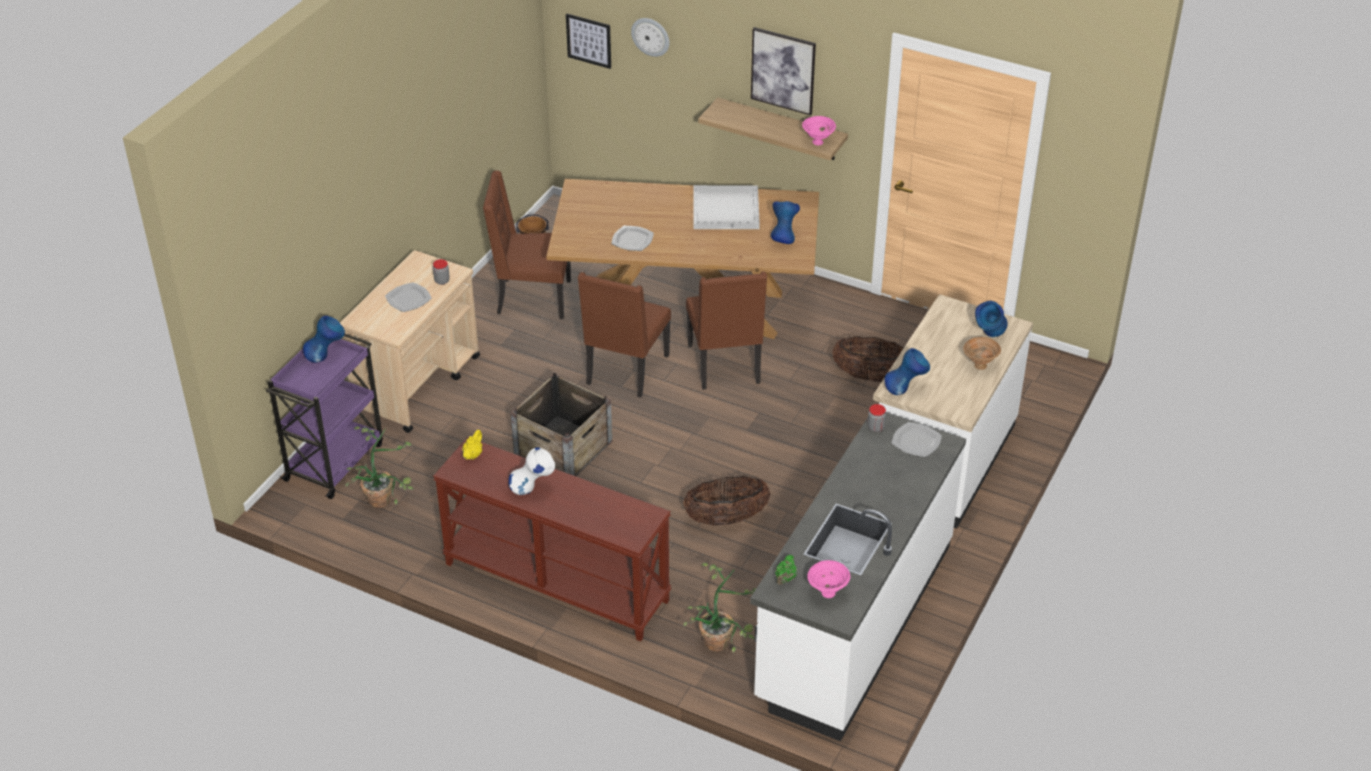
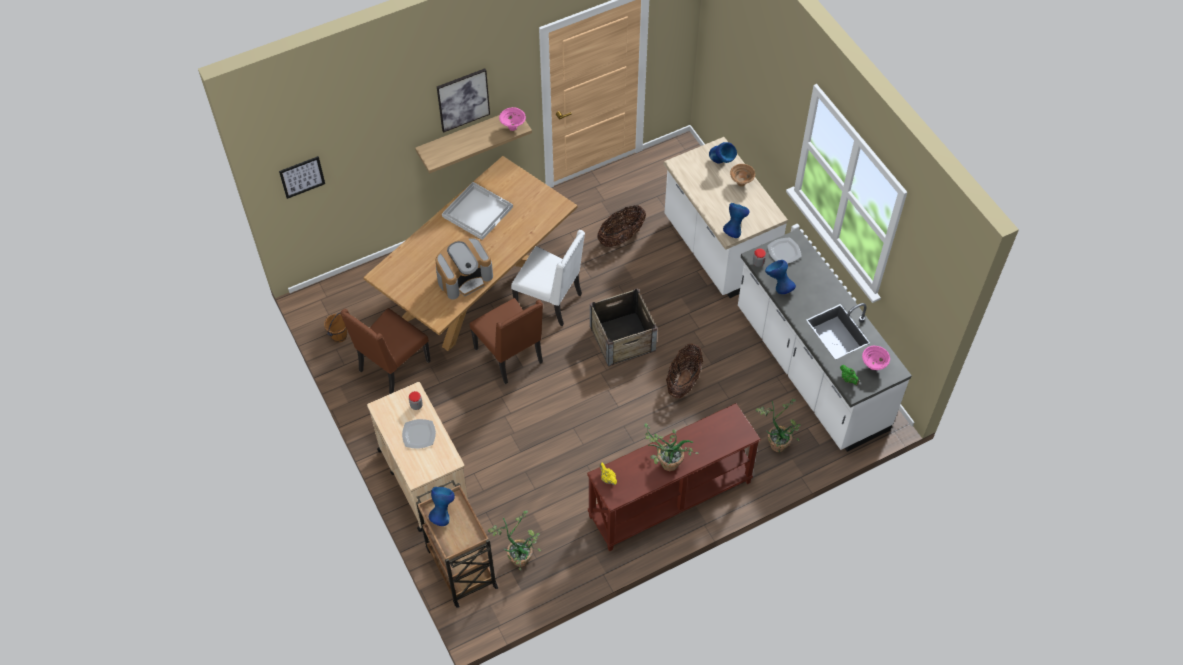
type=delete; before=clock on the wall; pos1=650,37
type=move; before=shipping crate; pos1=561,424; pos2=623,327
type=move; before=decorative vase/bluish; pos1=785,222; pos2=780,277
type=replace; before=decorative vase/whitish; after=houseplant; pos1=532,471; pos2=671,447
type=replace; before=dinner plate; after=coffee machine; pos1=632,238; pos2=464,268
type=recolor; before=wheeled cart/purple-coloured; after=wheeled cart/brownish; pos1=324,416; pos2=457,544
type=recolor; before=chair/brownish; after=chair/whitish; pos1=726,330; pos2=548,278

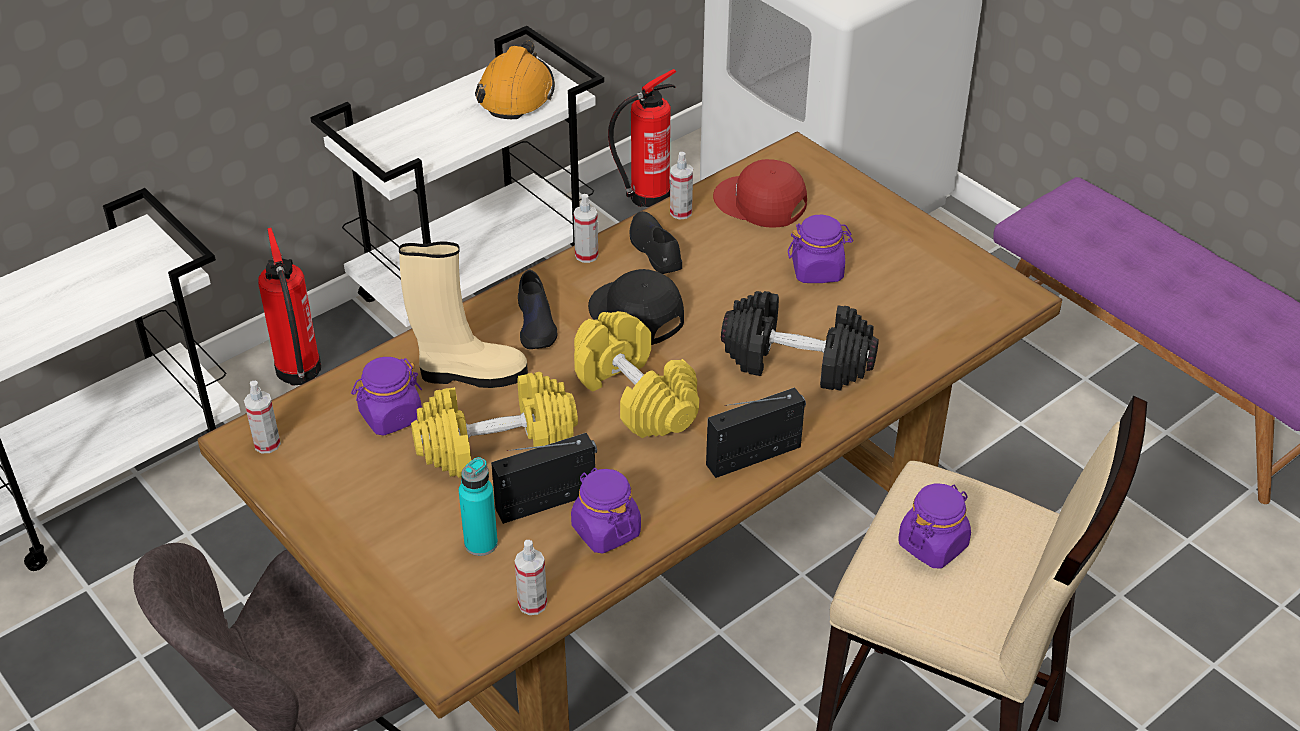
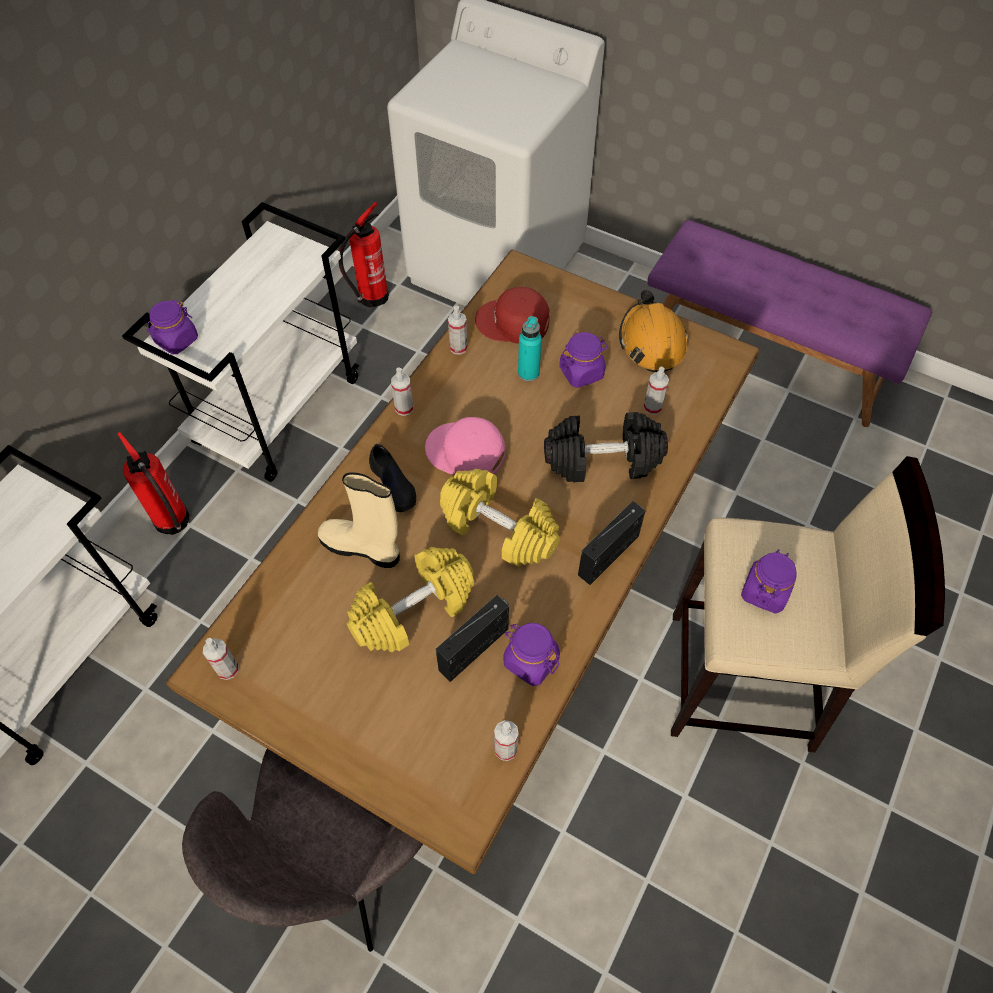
type=delete; before=item of footwear/blackish; pos1=656,242
type=insert; after=sprayer; pos2=656,391
type=move; before=storage jar/purple-coloured; pos1=386,396; pos2=172,327
type=move; before=bottle/turquoise-coloured; pos1=478,506; pos2=530,348
type=move; before=safety helmet/orange; pos1=515,79; pos2=654,330
type=recolor; before=cap/blackish; after=cap/pinkish; pos1=636,307; pos2=465,446
type=rotate; before=boot/sand-coloured; pos1=463,315; pos2=358,520; turn=-135

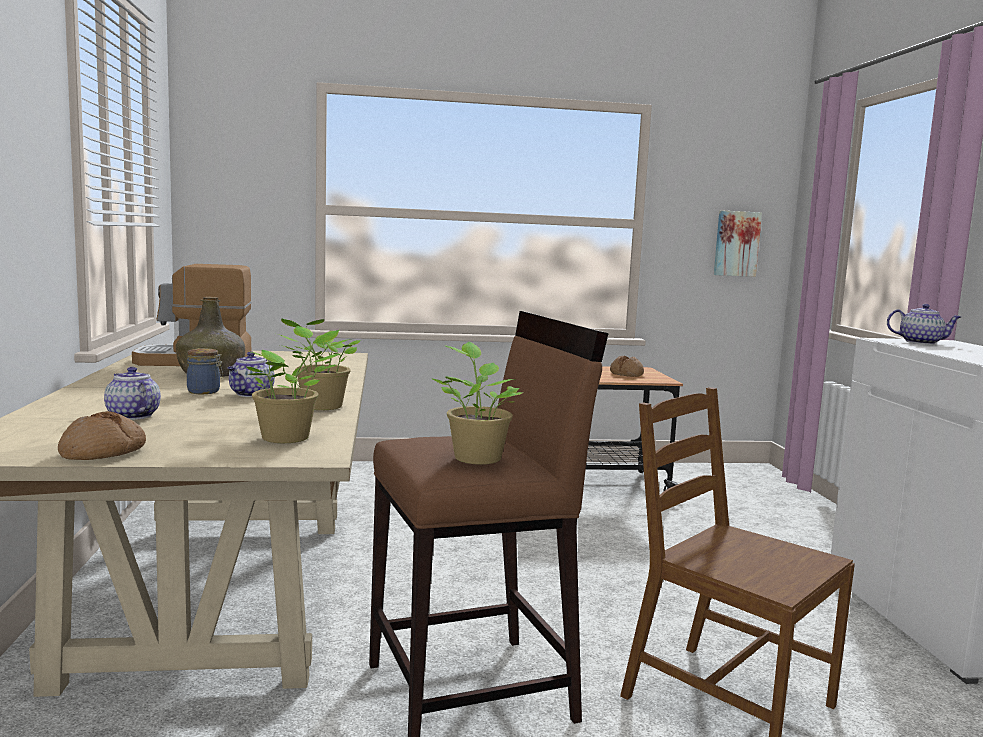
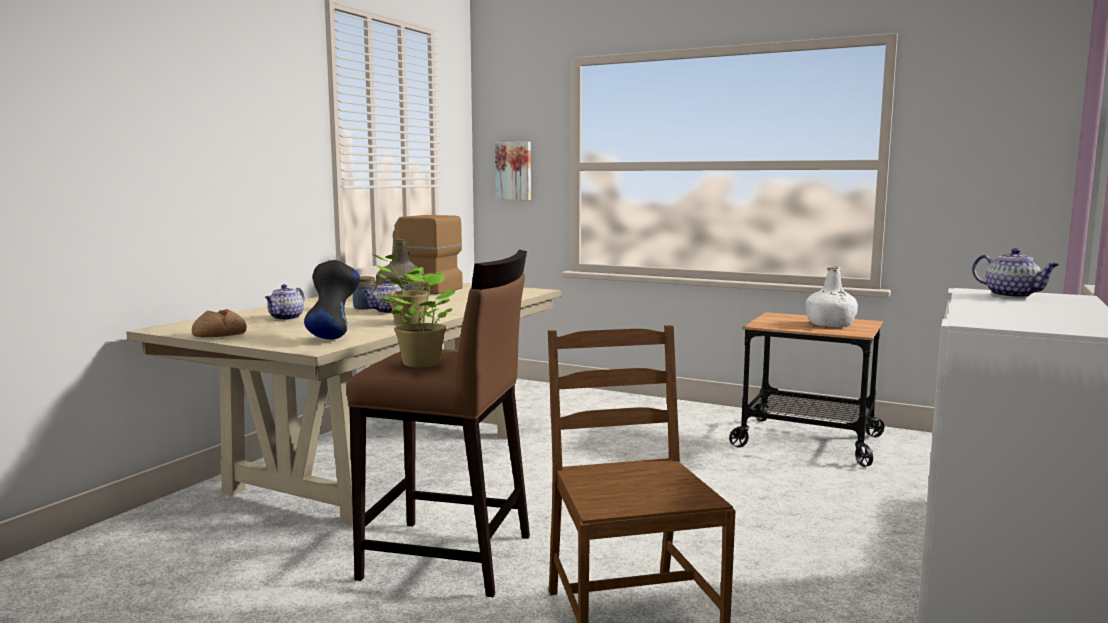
type=move; before=wall art; pos1=738,244; pos2=513,171
type=replace; before=houseplant; after=decorative vase/blackish; pos1=293,384; pos2=332,299
type=replace; before=baked bread; after=bottle/whitish; pos1=627,366; pos2=831,296
type=rotate; before=teapot; pos1=132,393; pos2=284,302; turn=-150

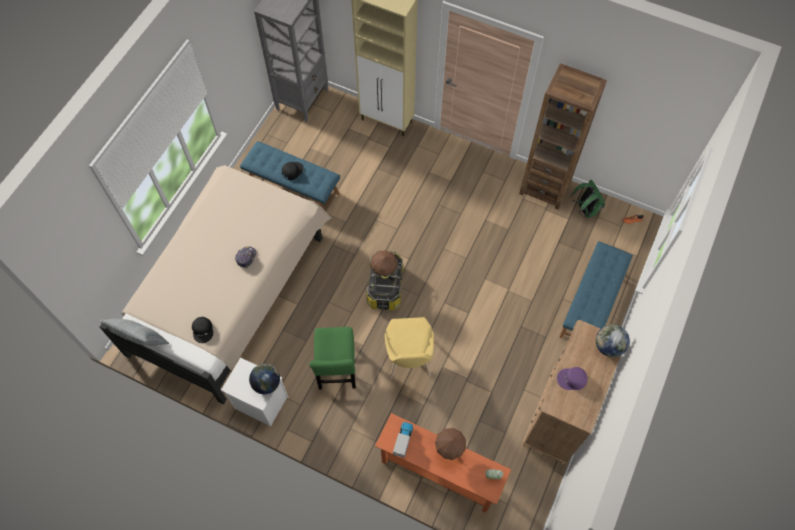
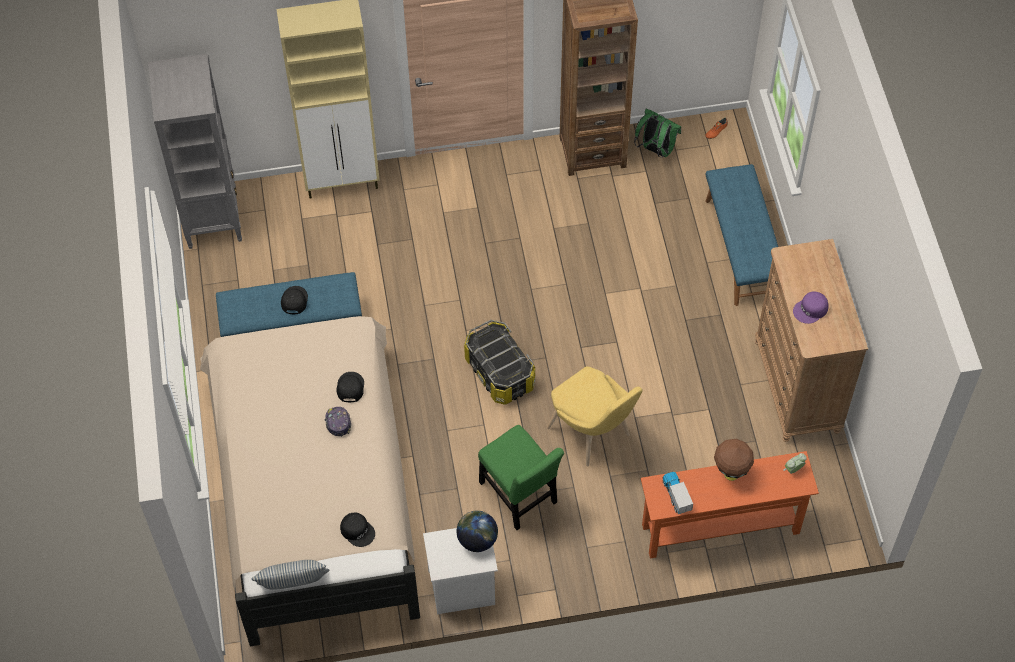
type=delete; before=table lamp/brownish; pos1=384,264
type=delete; before=world globe; pos1=613,340
type=insert; after=cap/blackish; pos2=350,387

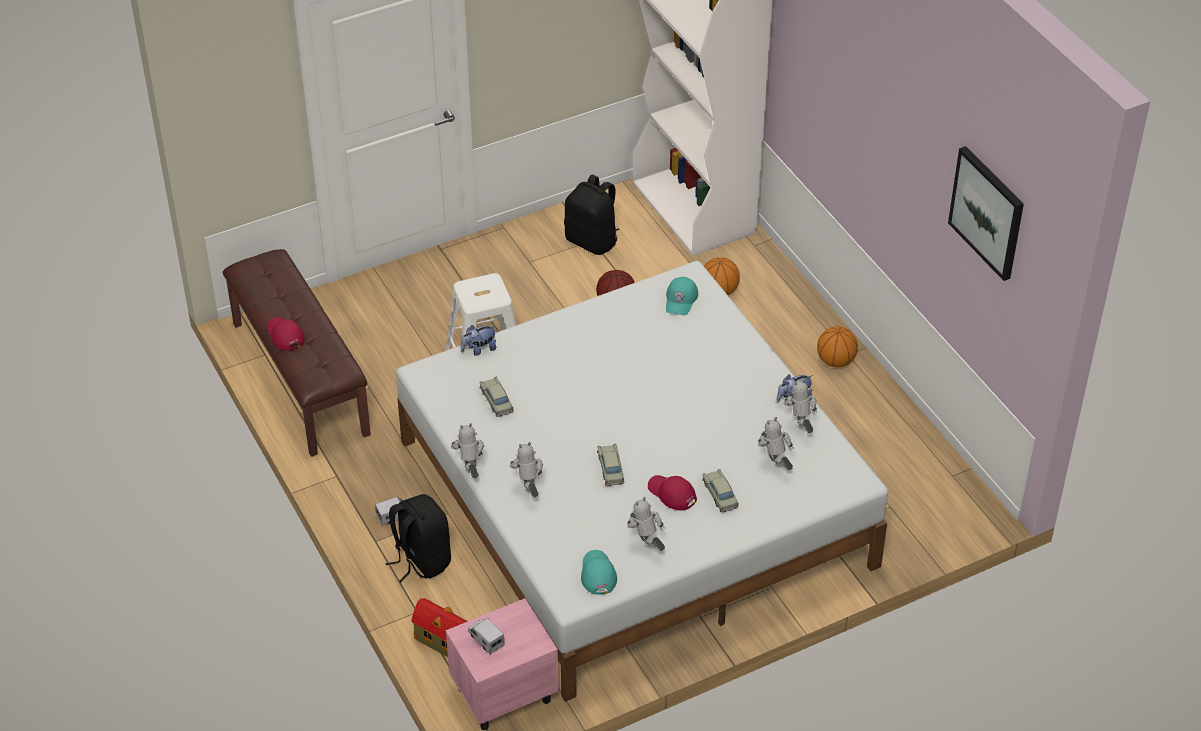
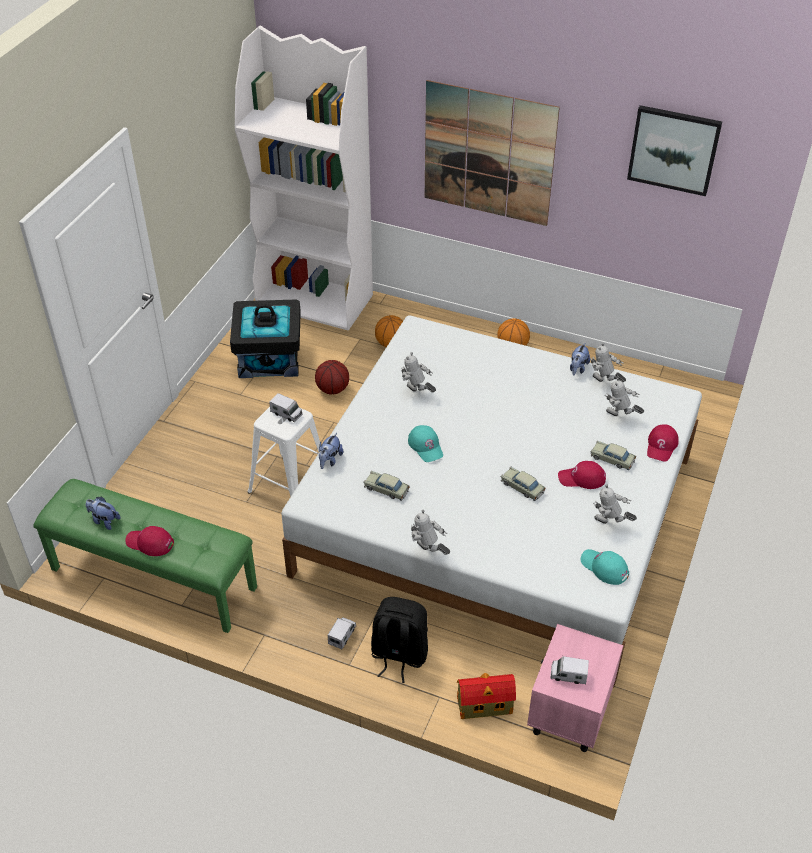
type=insert; after=cuddly toy; pos2=103,513
type=insert; after=toy truck; pos2=286,407
type=insert; after=wall art; pos2=492,153
type=insert; after=cap/red-coloured; pos2=663,443
type=move; before=toy robot; pos1=526,469; pos2=418,372
type=move; before=cap/turquoise-coloured; pos1=682,296; pos2=425,443
type=replace; before=backpack/blackish; after=storage container/blackish; pos1=592,214; pos2=265,338
type=recolor; before=long seat/brownish; after=long seat/green; pos1=297,353; pos2=145,556

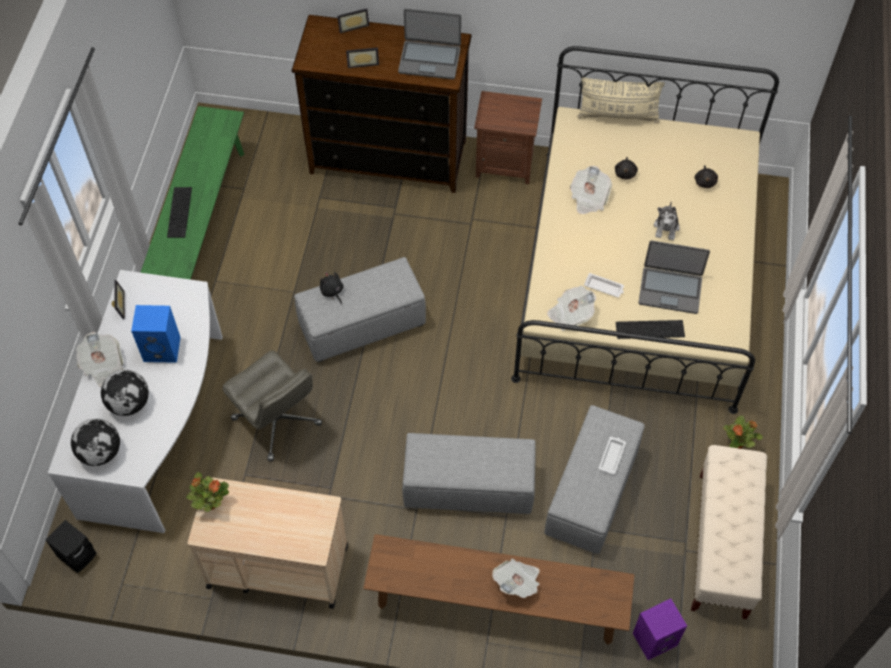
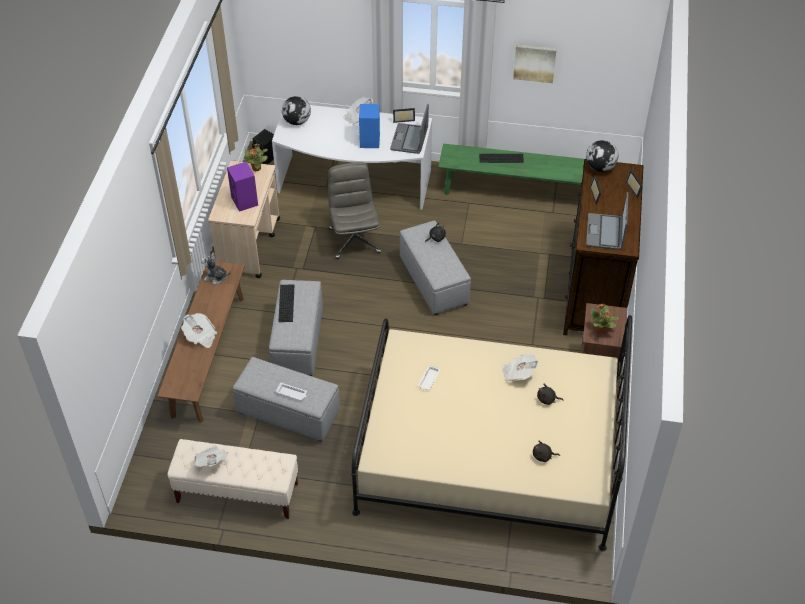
type=delete; before=cushion/sand-coloured; pos1=621,100
type=insert; after=wall art; pos2=535,64
type=move; before=world globe; pos1=125,393; pos2=602,156
type=move; before=printed paper; pos1=572,308; pos2=210,456
type=move; before=PC keyboard; pos1=650,329; pos2=286,303
type=move; before=audio speaker/purple-coloured; pos1=660,629; pos2=242,187
type=move; before=notebook computer; pos1=674,277; pos2=409,129
type=move; before=cuddly toy; pos1=667,220; pos2=215,268
type=move; before=houseplant; pos1=743,432; pos2=605,318
type=rotate; before=office chair/gray; pos1=272,406; pos2=354,210; turn=120

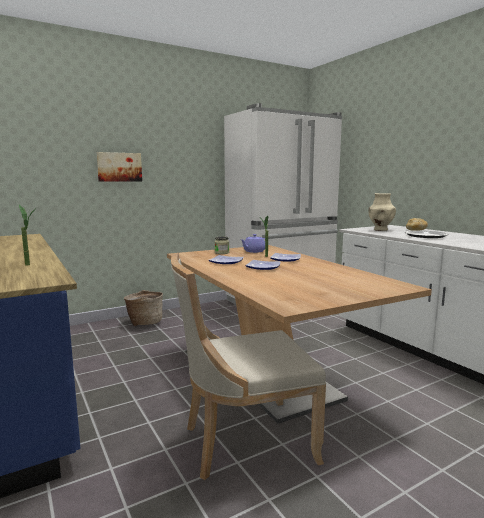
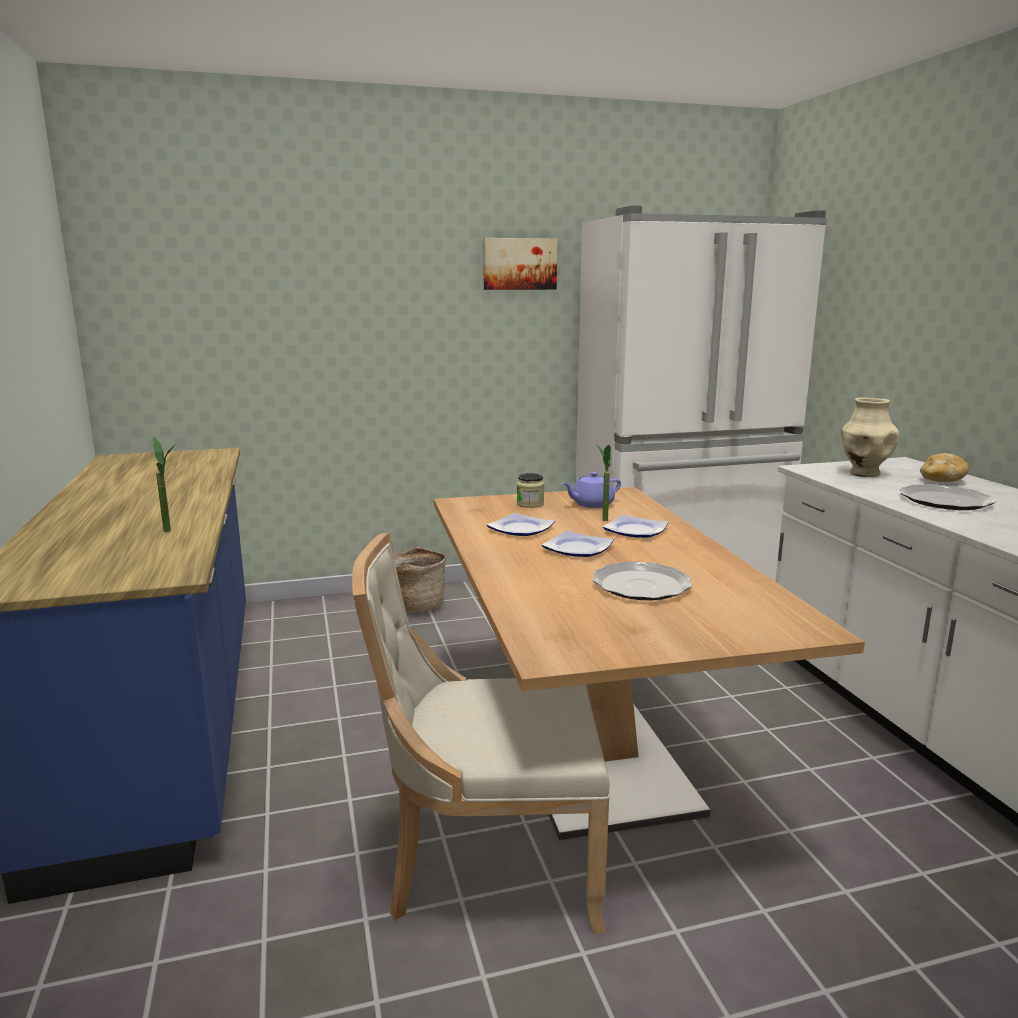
type=insert; after=dinner plate; pos2=642,580
type=move; before=wall art; pos1=119,167; pos2=520,264

